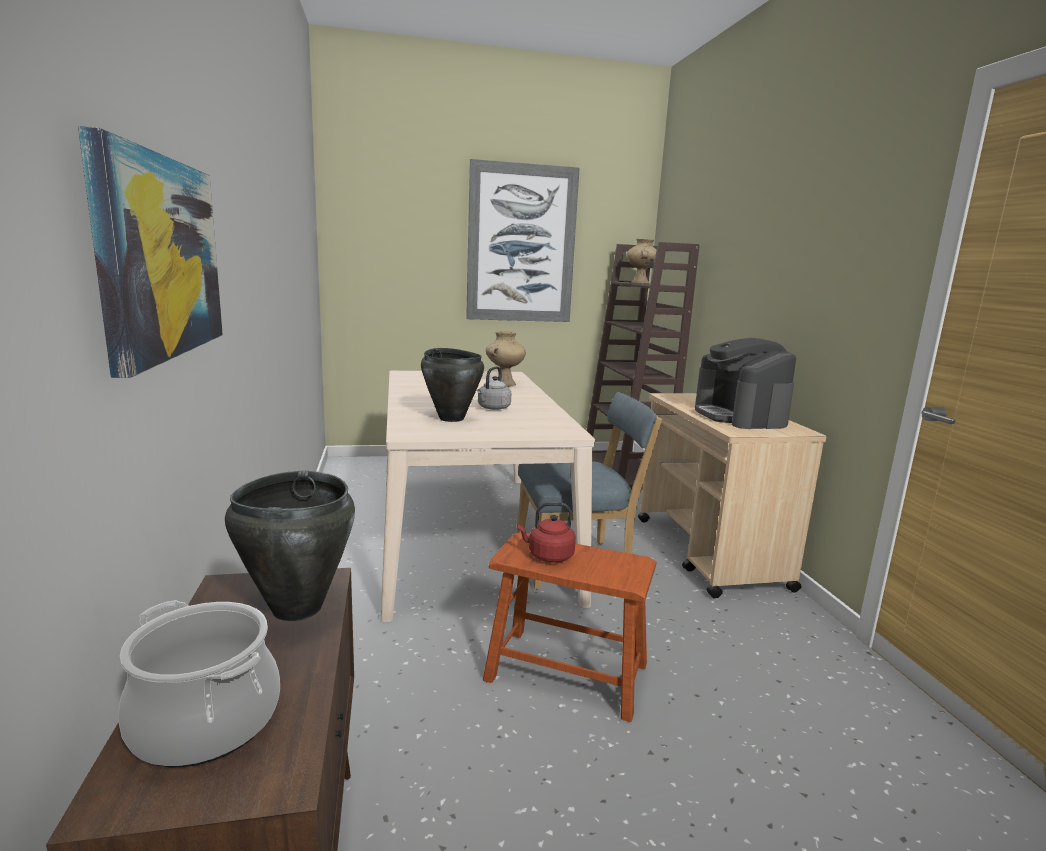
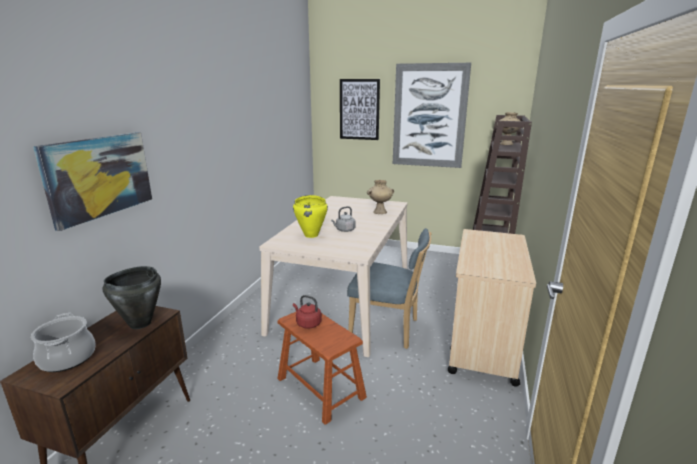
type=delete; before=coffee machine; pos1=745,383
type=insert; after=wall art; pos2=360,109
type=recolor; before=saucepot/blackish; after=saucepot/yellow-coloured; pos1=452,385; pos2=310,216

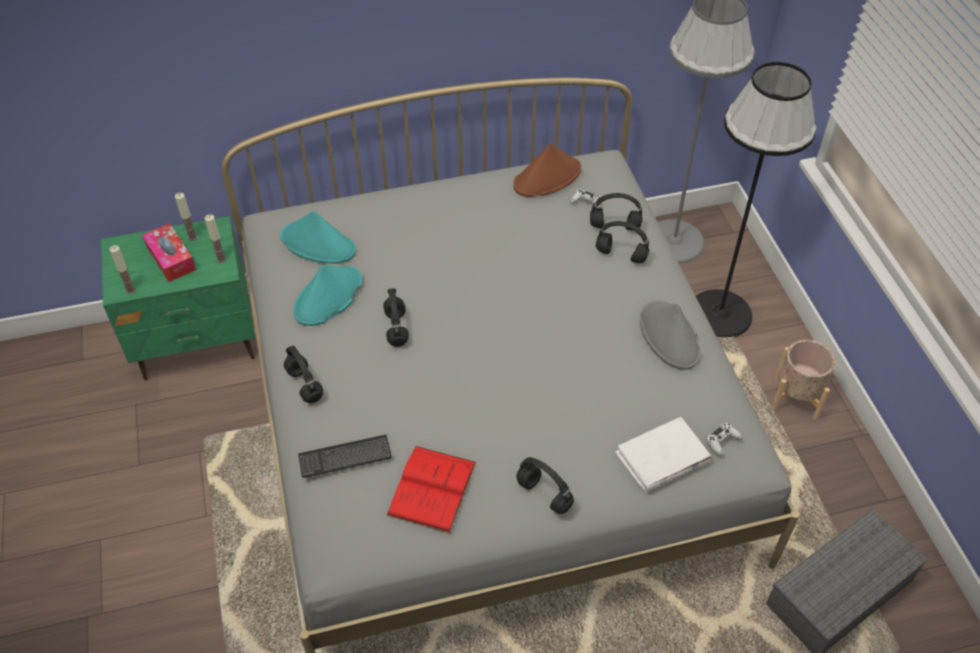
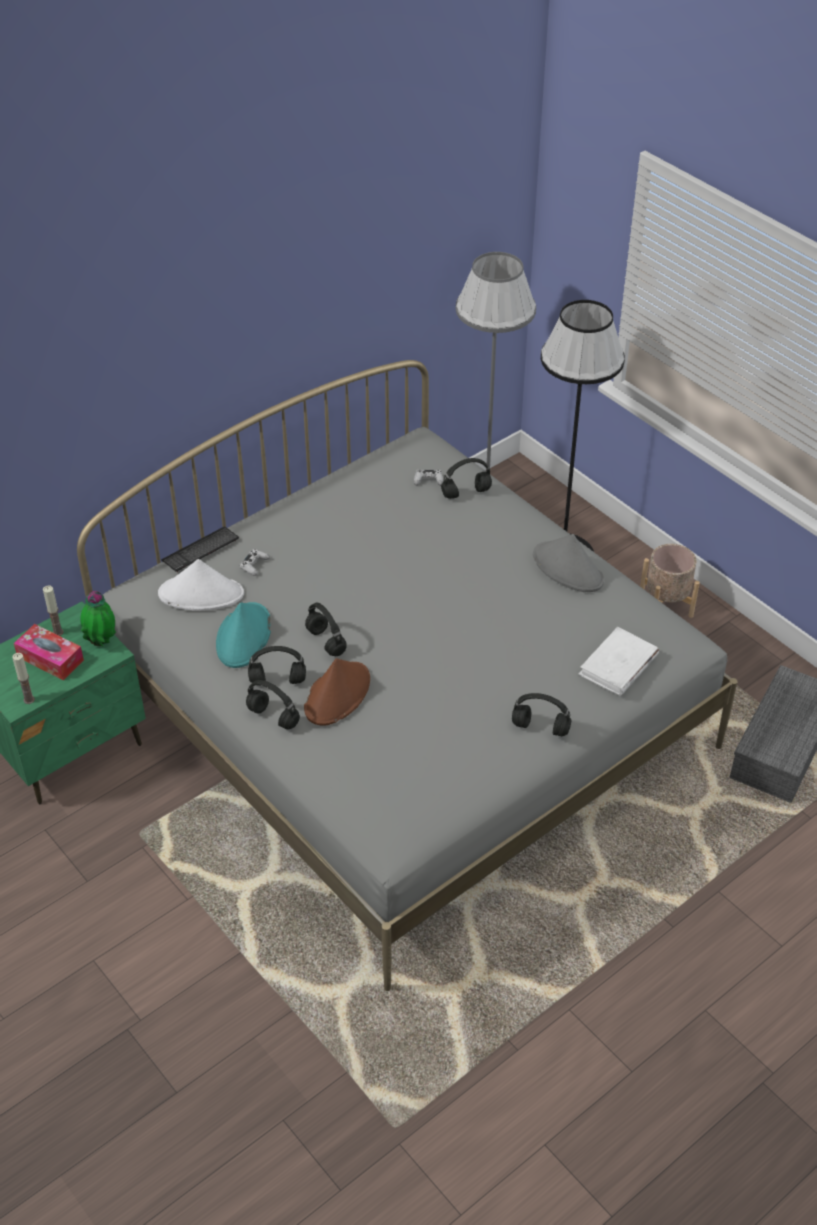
type=delete; before=volume/red-coloured; pos1=431,489
type=move; before=PC keyboard; pos1=345,456; pos2=200,549
type=move; before=wearable hat/brownish; pos1=547,170; pos2=337,692
type=move; before=headset/blackish; pos1=622,242; pos2=277,665
type=move; before=game controller/whitish; pos1=724,440; pos2=255,562
type=replace; before=candle; after=houseplant; pos1=215,238; pos2=98,619
type=recolor; before=wearable hat/turquoise-coloured; after=wearable hat/whitish; pos1=318,237; pos2=201,585

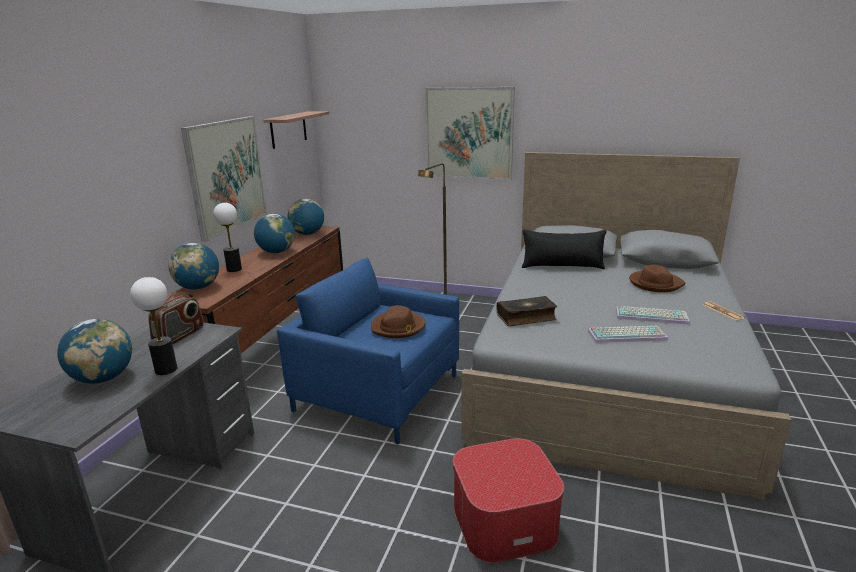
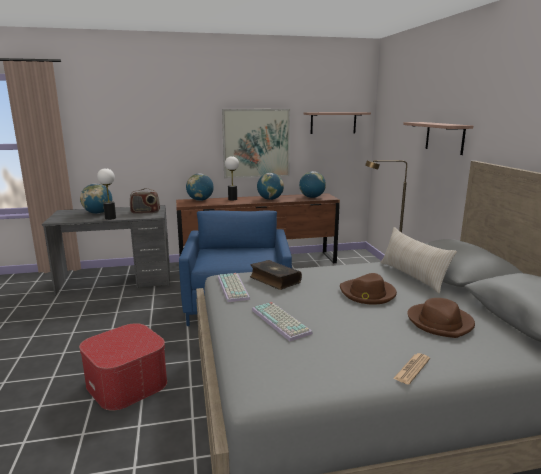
type=move; before=wearable hat/brownish; pos1=398,321; pos2=368,289
type=move; before=PC keyboard; pos1=653,315; pos2=234,288
type=replace; before=wall art; after=bracket shelf; pos1=470,133; pos2=438,138
type=recolor; before=cushion/blackish; after=cushion/sand-coloured; pos1=564,249; pos2=419,260

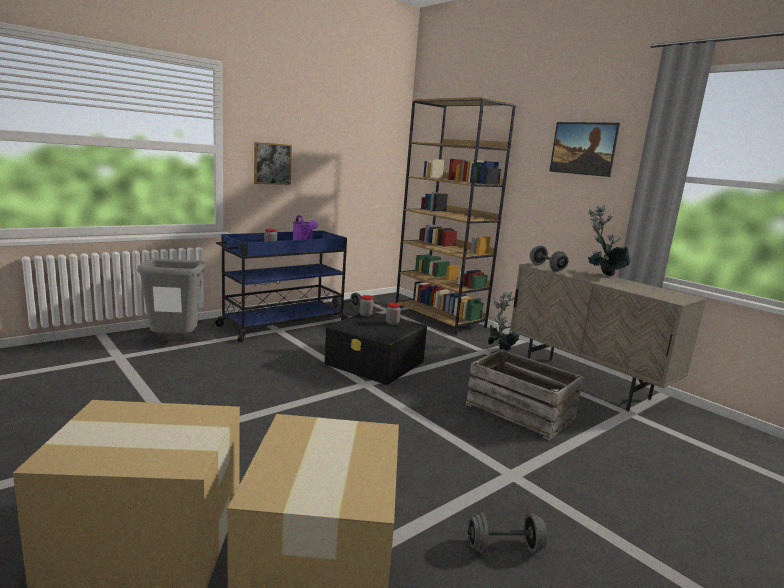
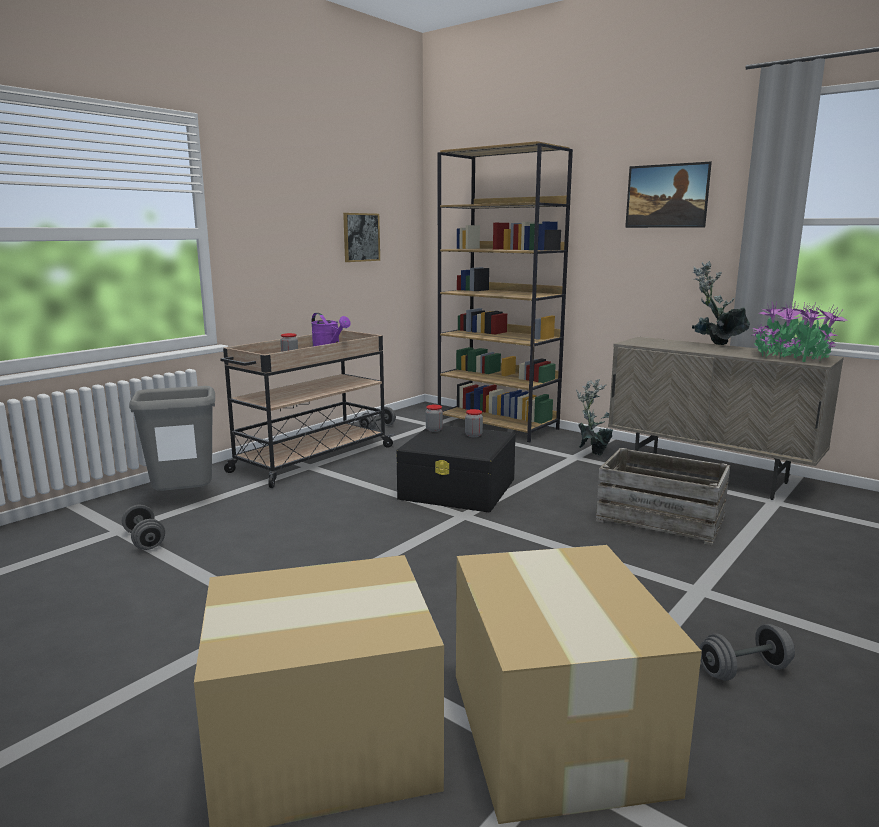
type=insert; after=houseplant; pos2=799,332
type=move; before=wall art; pos1=273,163; pos2=361,237
type=move; before=hand weight/gray; pos1=549,258; pos2=143,527
type=recolor; before=wheeled cart/bluish; after=wheeled cart/sand-coloured; pos1=282,286; pos2=307,409

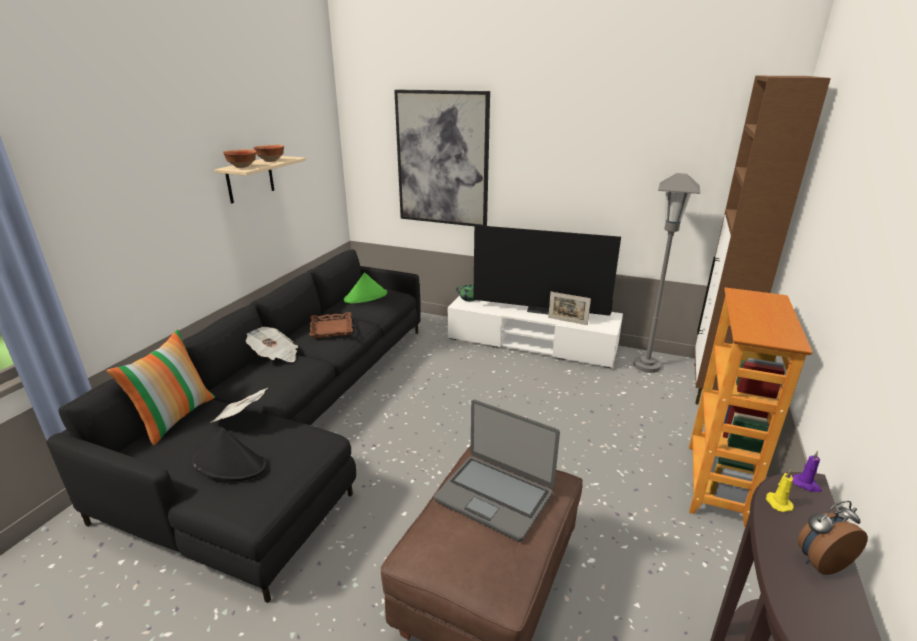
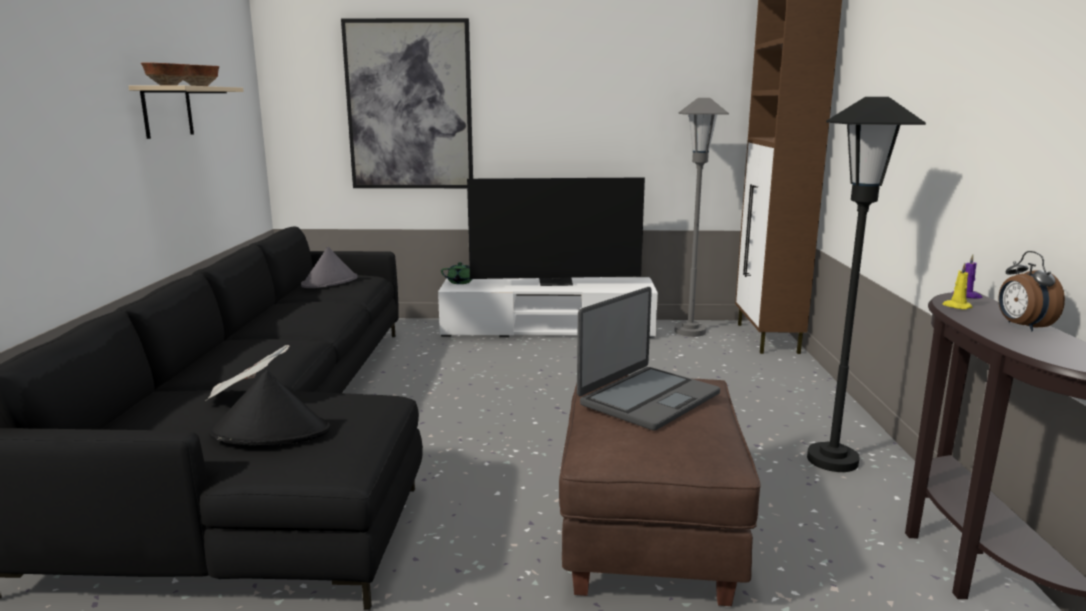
type=delete; before=cushion; pos1=160,387
type=delete; before=printed paper; pos1=272,344
type=delete; before=tray/brownish; pos1=331,325
type=delete; before=photo frame; pos1=569,308
type=delete; before=bookshelf; pos1=751,407
type=insert; after=standing lamp/blackish; pos2=866,284
type=recolor; before=wearable hat/green; after=wearable hat/gray; pos1=365,288; pos2=329,267
type=rotate; before=notebook computer; pos1=497,470; pos2=648,359; turn=-60
type=rotate; before=table clock; pos1=833,537; pos2=1031,291; turn=-60

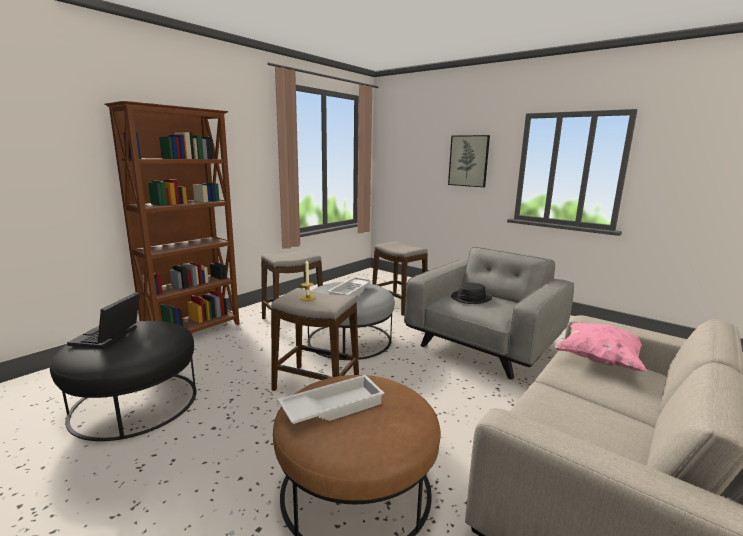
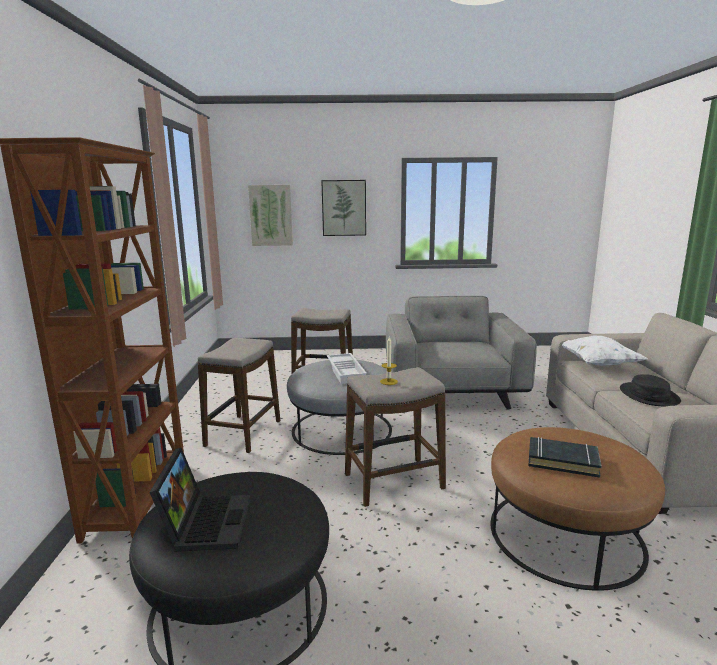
type=insert; after=wall art; pos2=270,215
type=move; before=wearable hat/blackish; pos1=472,293; pos2=650,390
type=replace; before=tray/whitish; after=volume/blackish; pos1=331,399; pos2=565,457
type=recolor; before=cushion/pinkish; after=cushion/whitish; pos1=600,346; pos2=605,351
type=rotate; before=notebook computer; pos1=103,320; pos2=200,500; turn=-150

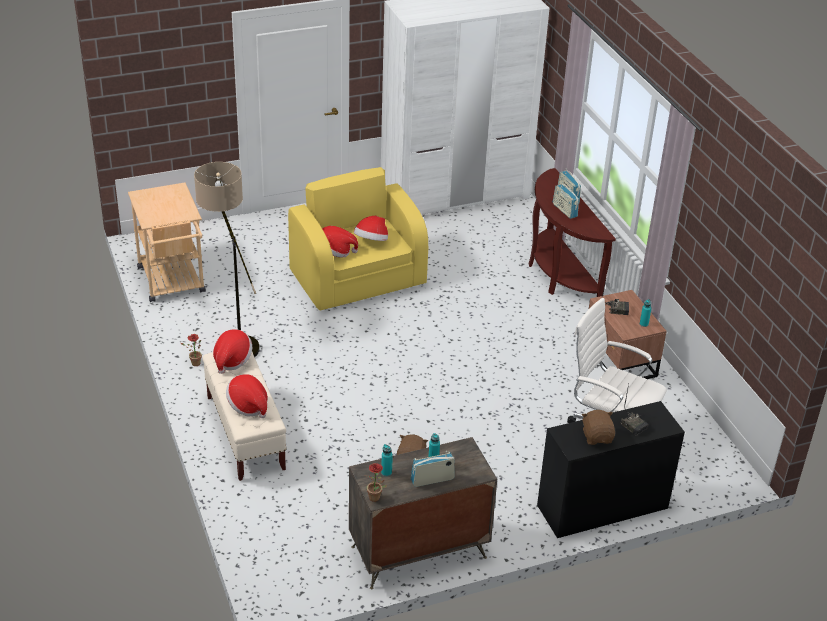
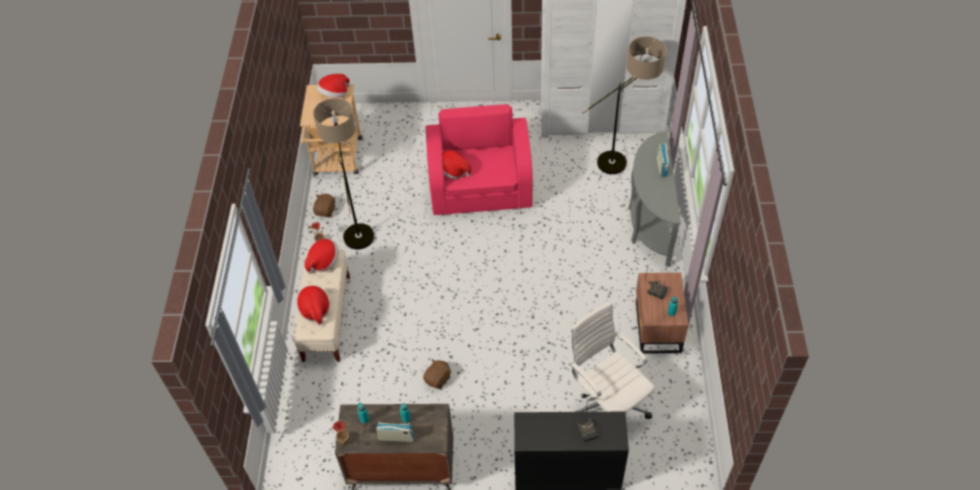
type=delete; before=radio receiver; pos1=566,200
type=insert; after=standing lamp; pos2=624,105
type=move; before=wearable hat; pos1=371,228; pos2=333,86
type=move; before=cuddly toy/brownish; pos1=598,427; pos2=324,205
type=recolor; before=easy chair/yellow-coloured; after=easy chair/pinkish; pos1=358,238; pos2=479,159
type=recolor; before=console table/brownish; after=console table/gray; pos1=572,232; pos2=654,199

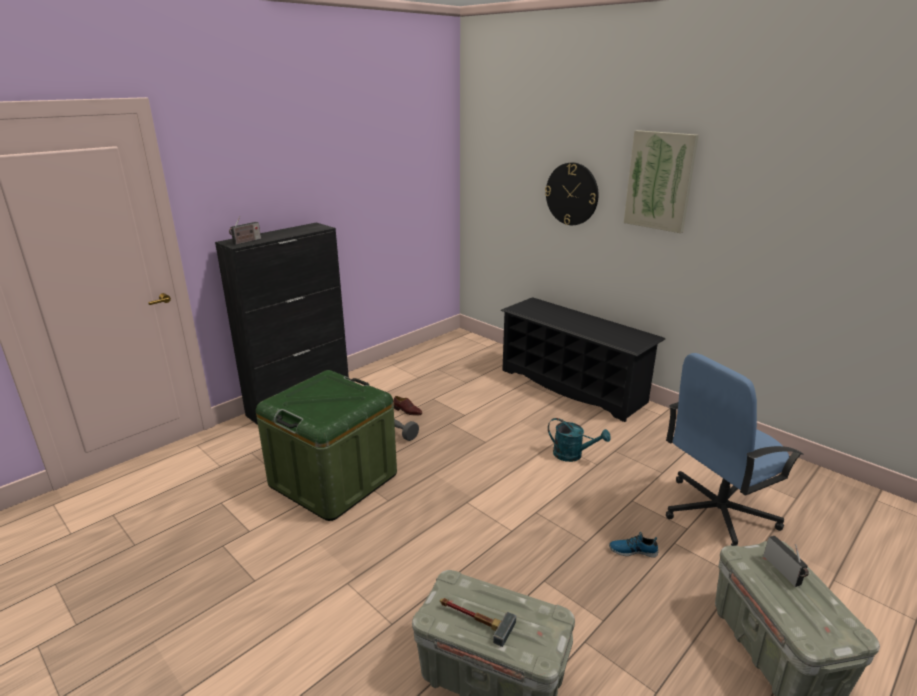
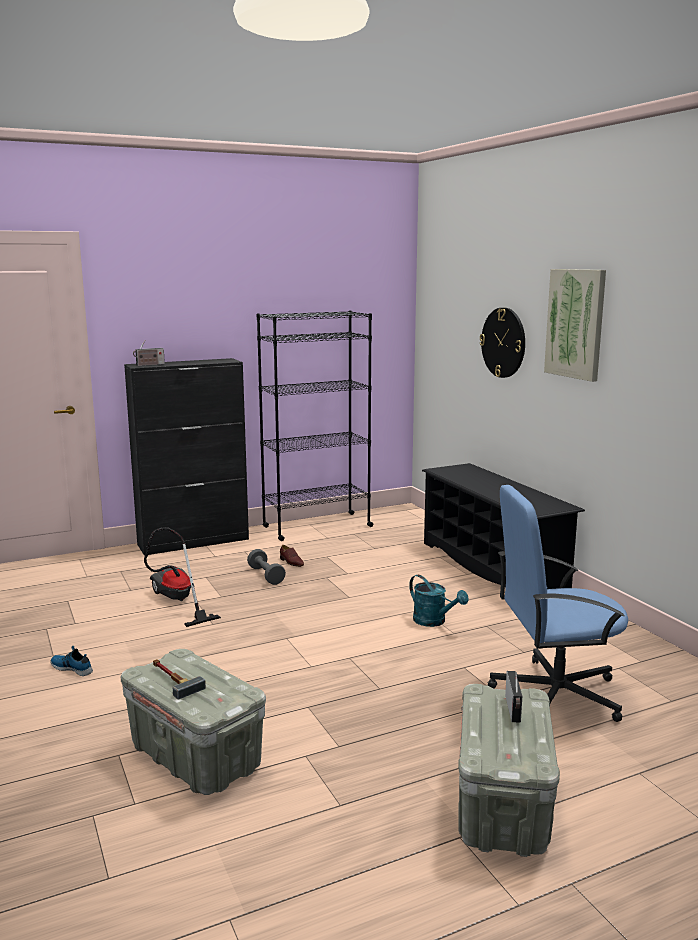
type=insert; after=bookshelf/blackish; pos2=314,426
type=move; before=item of footwear; pos1=633,545; pos2=71,661
type=replace; before=storage container/green; after=hoover; pos1=326,445; pos2=182,577

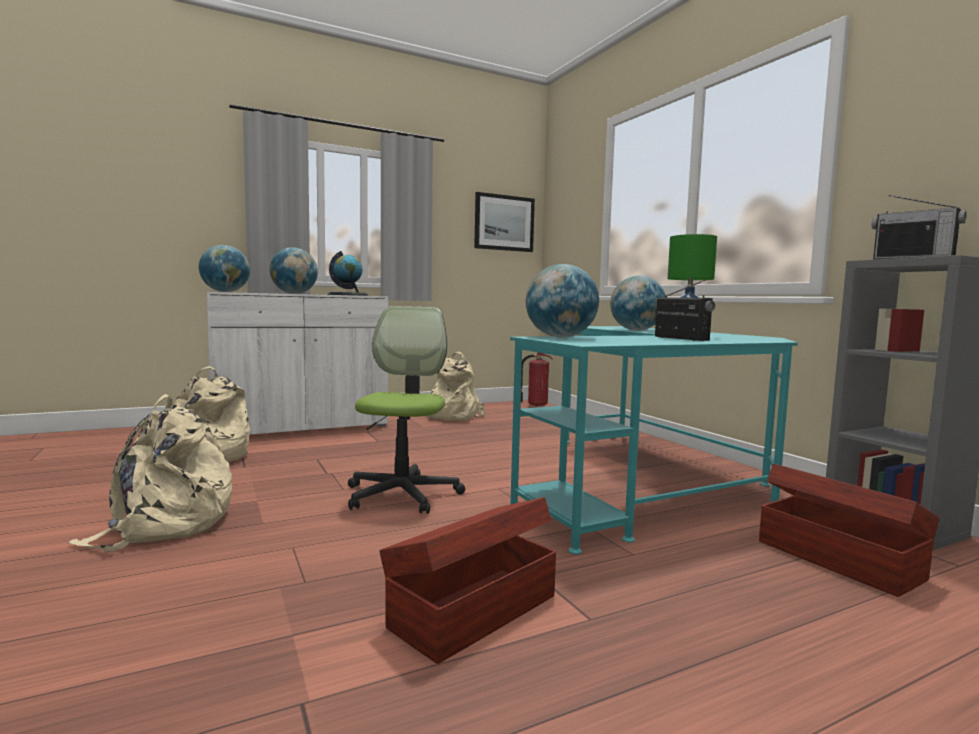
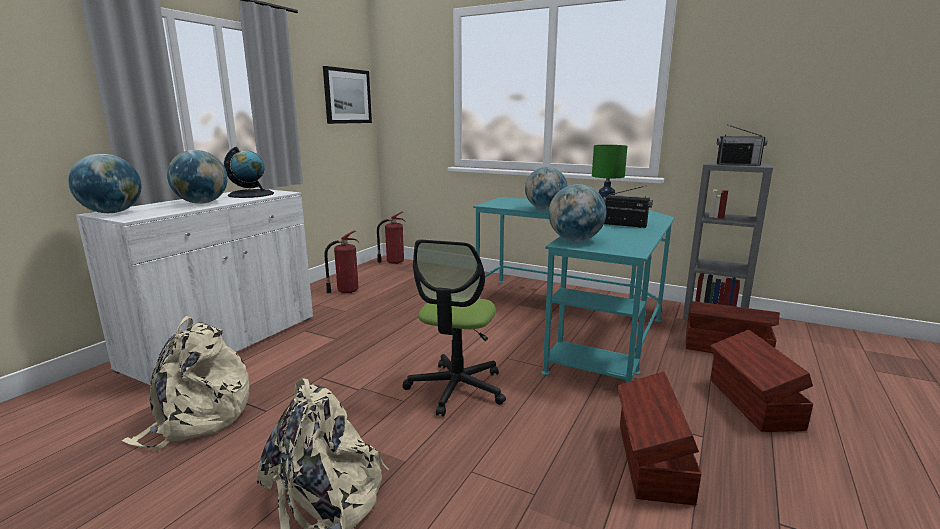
type=insert; after=storage container/brownish; pos2=761,381
type=replace; before=backpack/sand-coloured; after=fire-fighting cylinder; pos1=456,386; pos2=341,262
type=rotate; before=office chair; pos1=406,410; pos2=454,328; turn=-135

